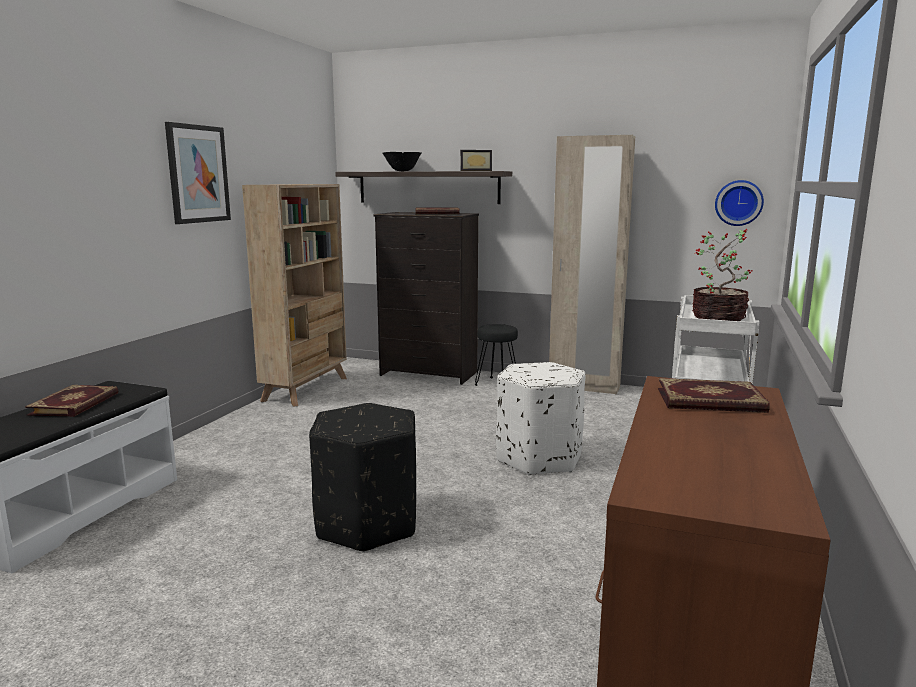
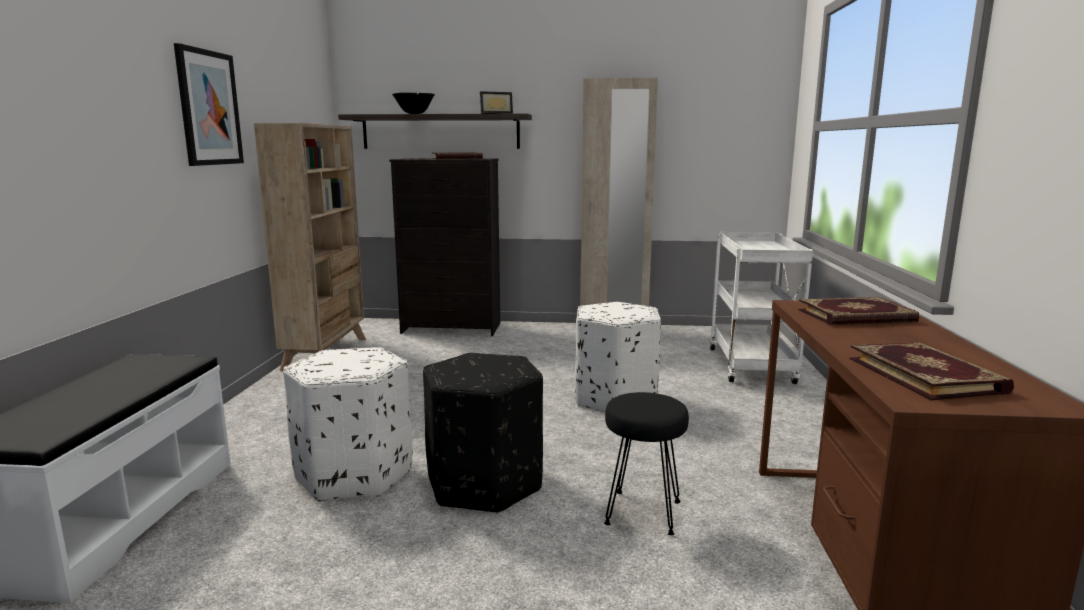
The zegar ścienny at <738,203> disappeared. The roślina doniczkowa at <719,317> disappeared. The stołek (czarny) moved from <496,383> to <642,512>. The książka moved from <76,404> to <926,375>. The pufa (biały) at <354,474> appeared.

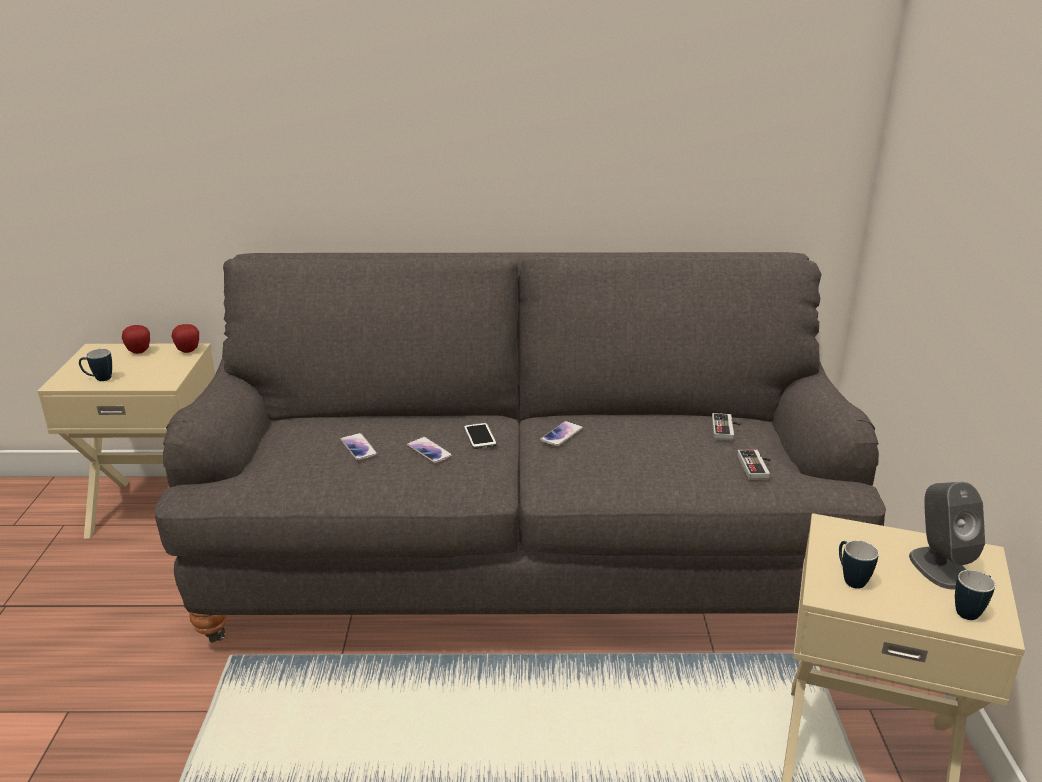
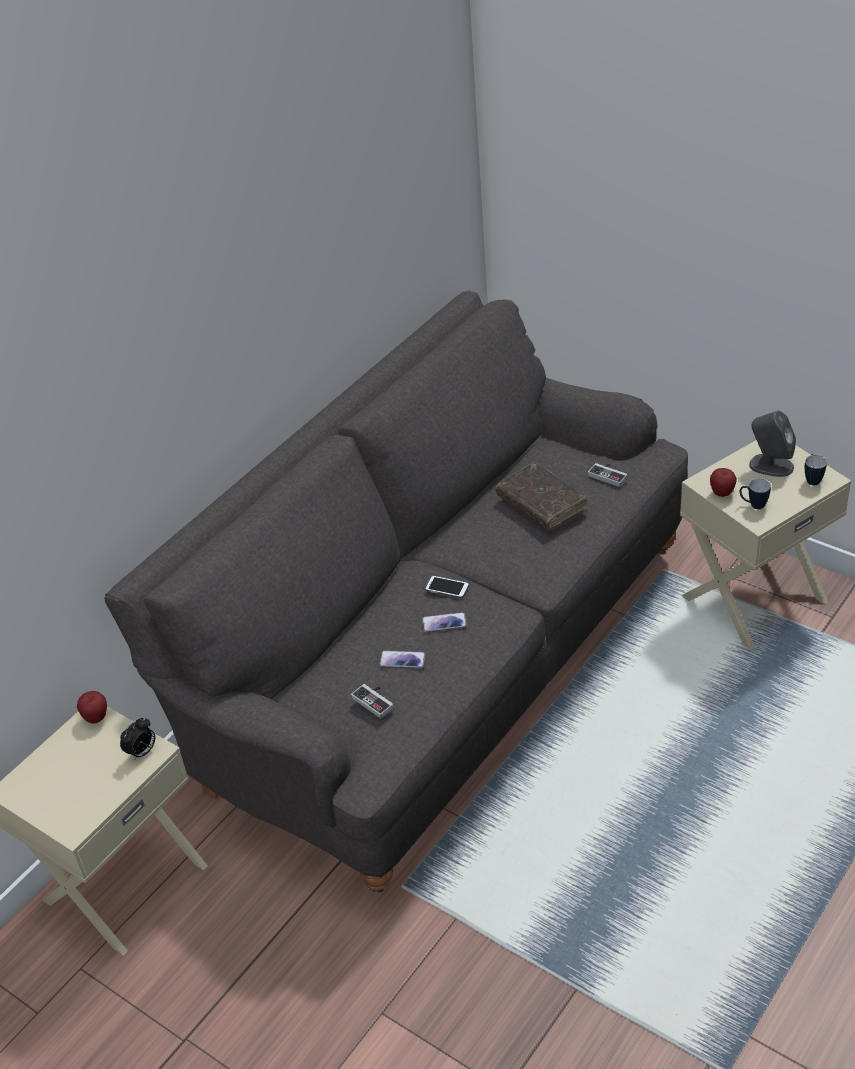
The jabłko moved from <139,352> to <722,493>. The kubek at <99,379> disappeared. The pad do gier moved from <727,430> to <375,700>. The telefon at <561,434> disappeared. The książka (brązowy) at <541,504> appeared. The budzik at <142,752> appeared.

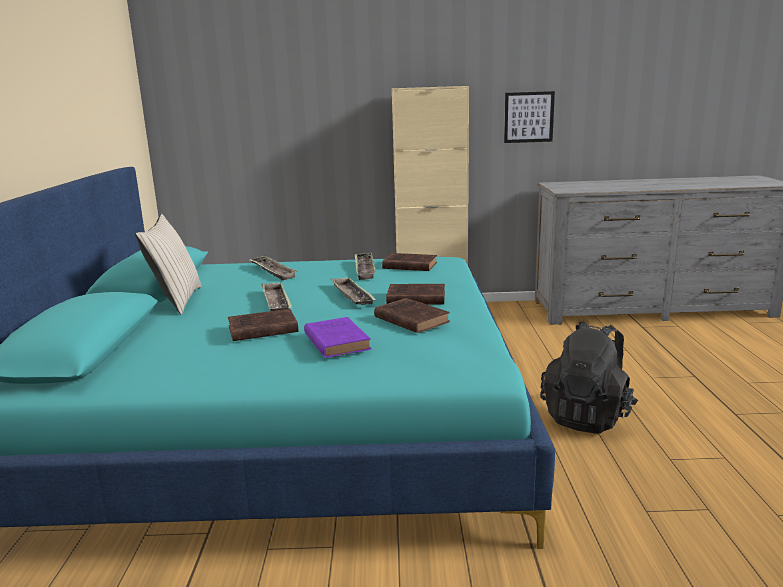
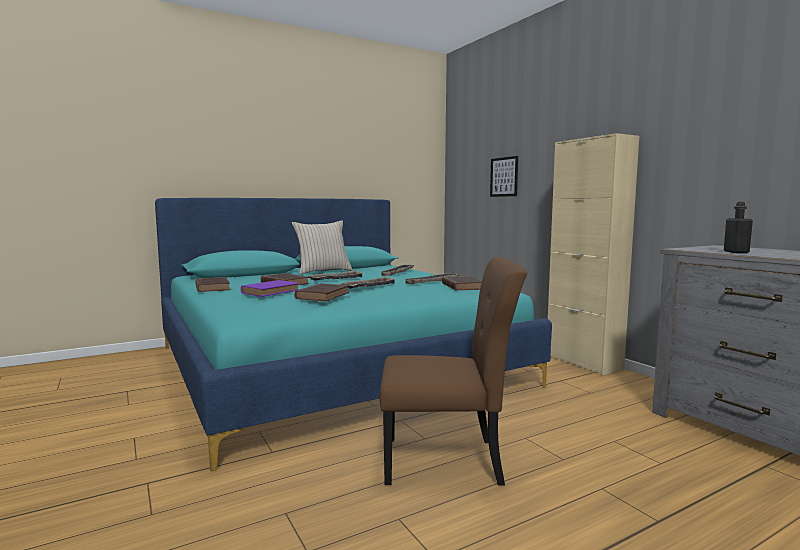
The obraz moved from <528,117> to <504,177>. The książka (brązowy) moved from <414,298> to <212,287>. The plecak (czarny) at <587,417> was replaced by the krzesło (brązowy) at <447,461>. The butelka (czarny) at <736,252> appeared.

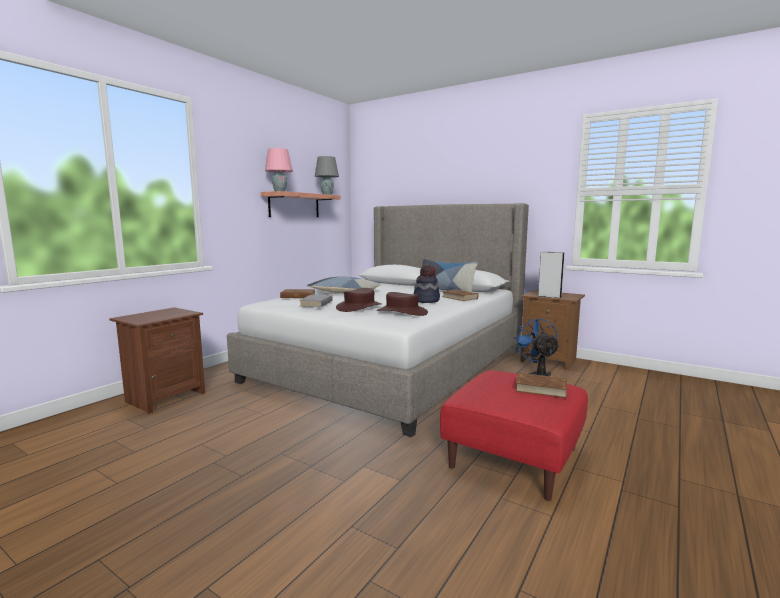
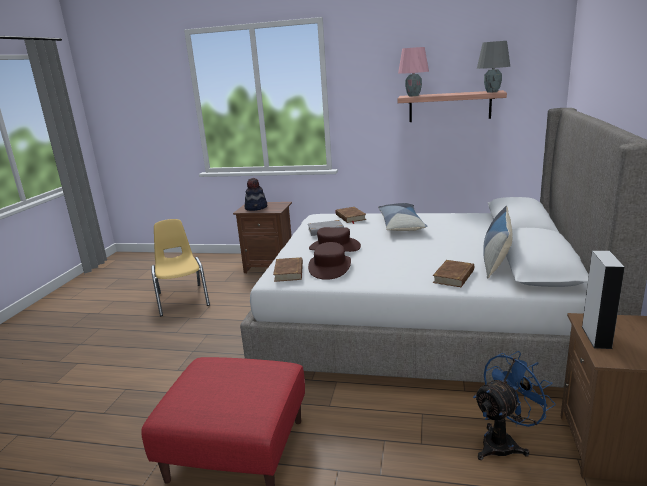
The kapelusz moved from <426,300> to <256,208>. The książka (brązowy) moved from <540,388> to <289,272>. The krzesło (żółty) at <182,299> appeared.

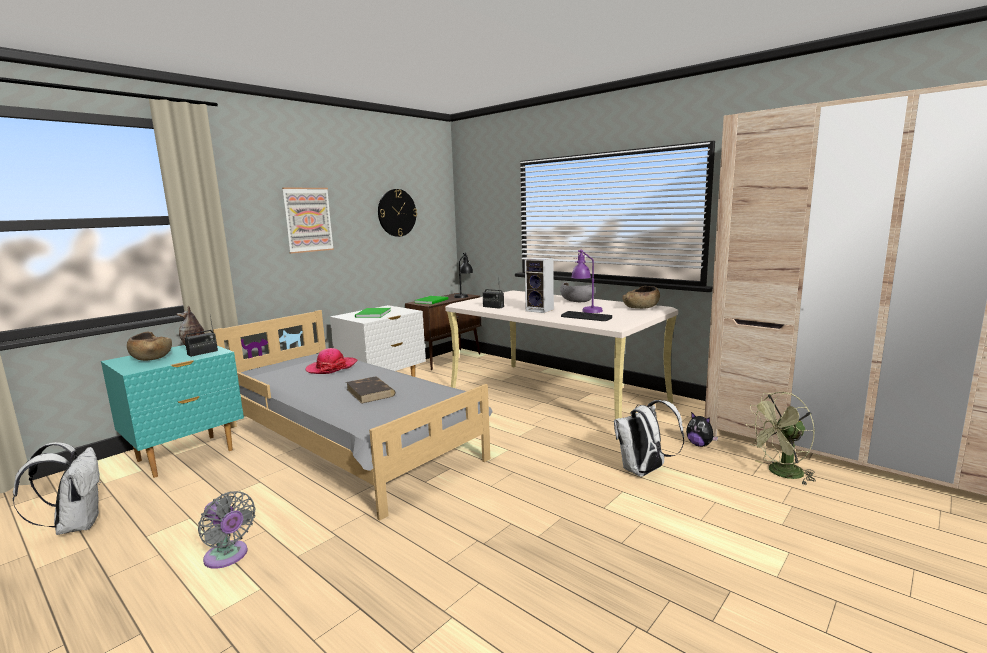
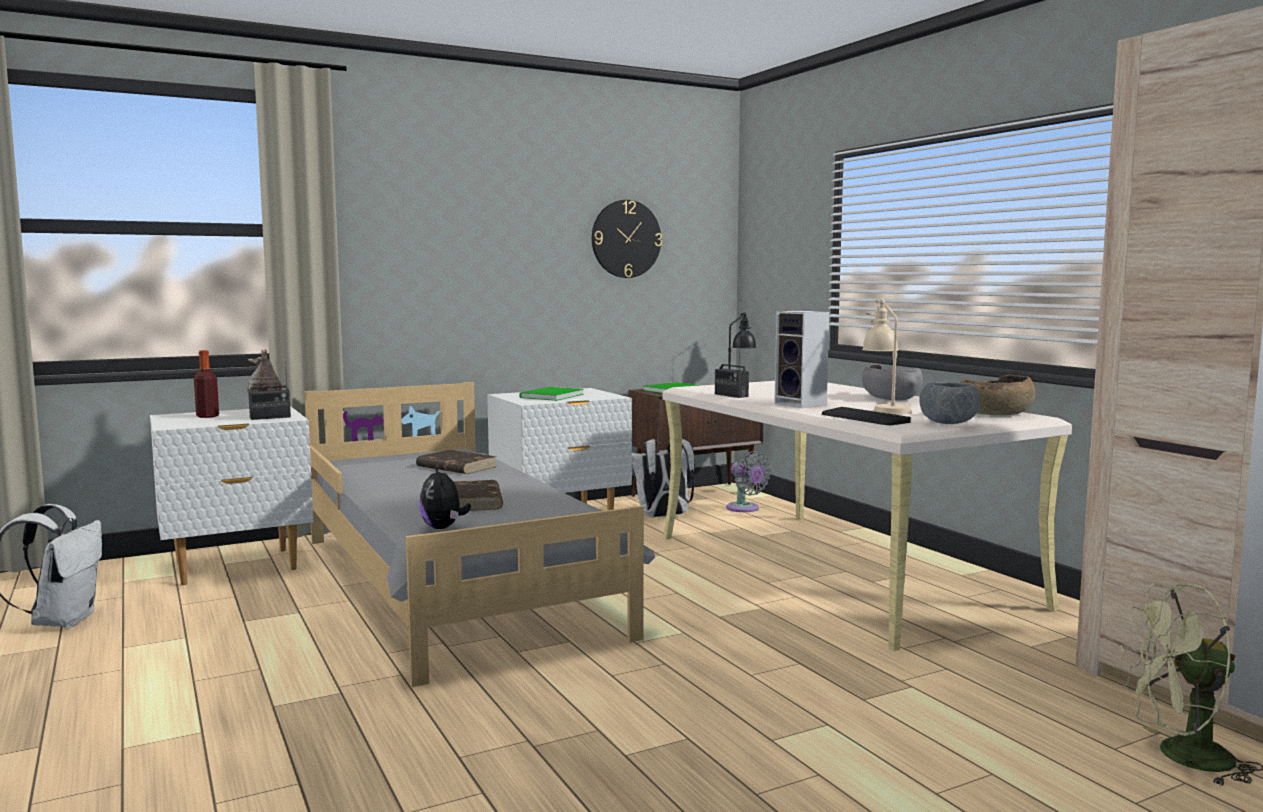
The obraz at <308,220> disappeared. The lampa stołowa (fioletowy) at <586,309> became the lampa stołowa (beżowy) at <884,409>. The miska (brązowy) at <151,357> was replaced by the butelka at <207,416>. The szafka nocna (turkusowy) at <186,456> became the szafka nocna (biały) at <236,567>. The kapelusz at <332,367> was replaced by the książka (brązowy) at <456,466>. The plecak (biały) moved from <644,472> to <663,516>. The pluszak moved from <699,445> to <443,528>. The wentylator (szary) moved from <228,557> to <745,509>. The miska (szary) at <948,423> appeared.

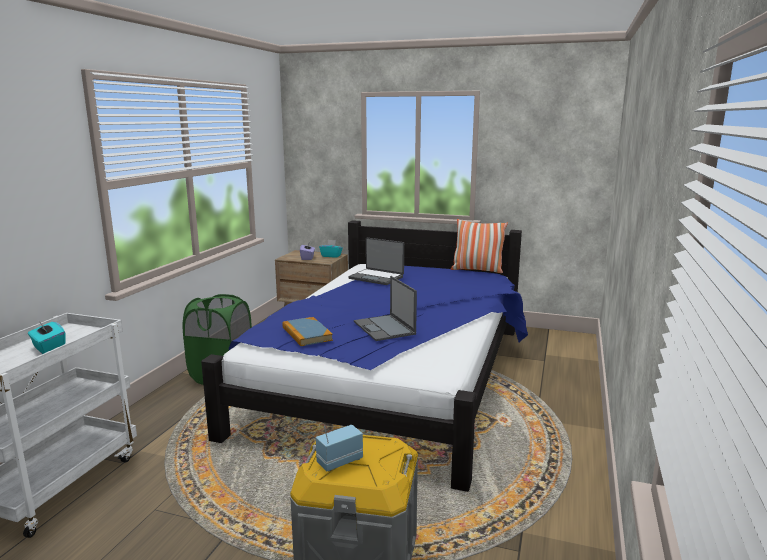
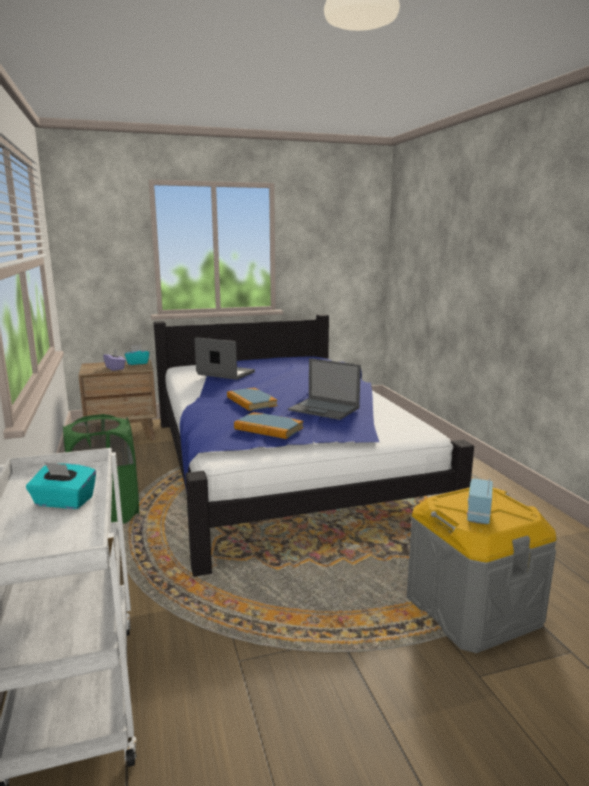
The poduszka at <477,270> disappeared. The laptop at <377,277> turned 150 degrees counterclockwise. The książka at <251,401> appeared.

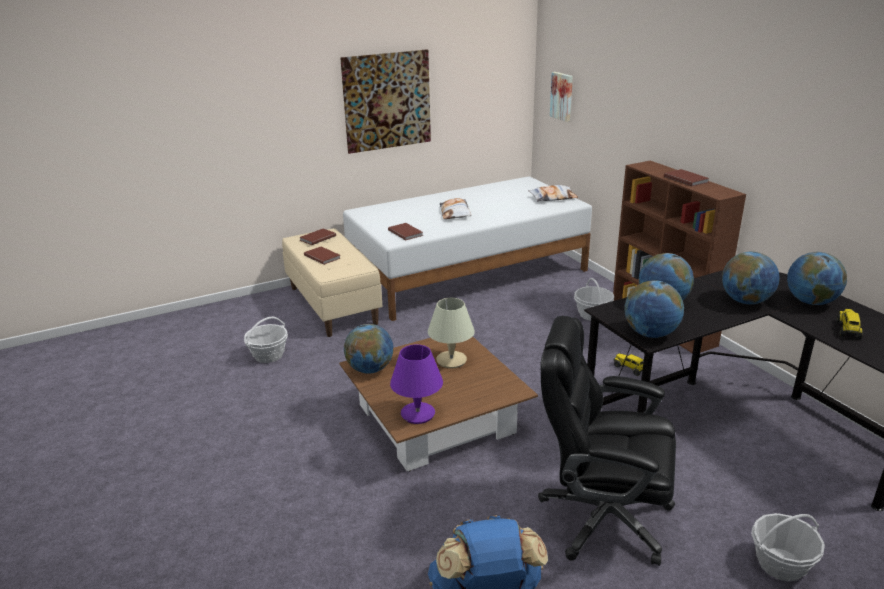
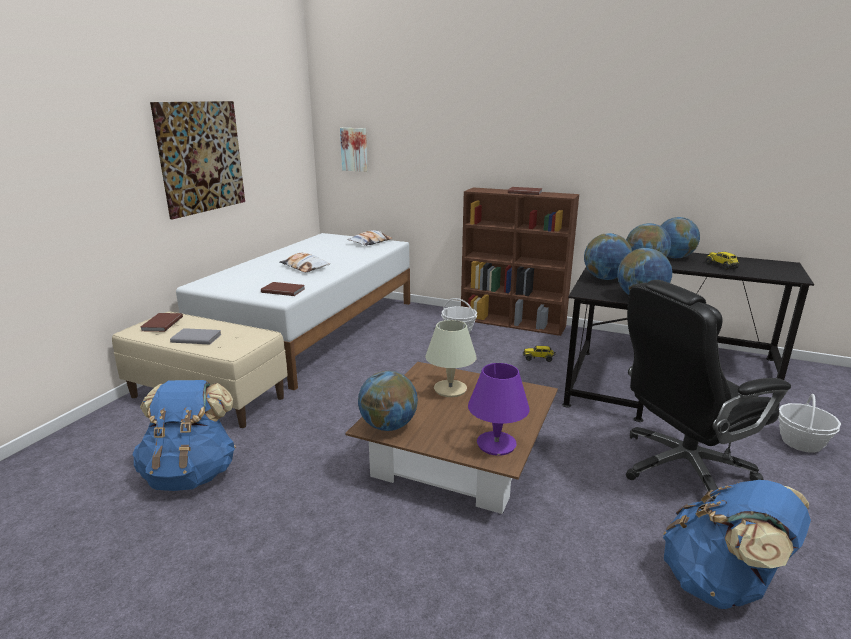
The książka (brązowy) at <322,256> became the książka (szary) at <196,338>. The koszyk at <268,355> was replaced by the plecak (niebieski) at <191,474>.

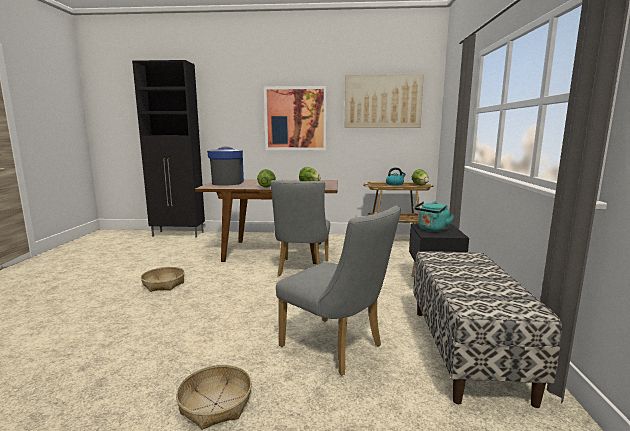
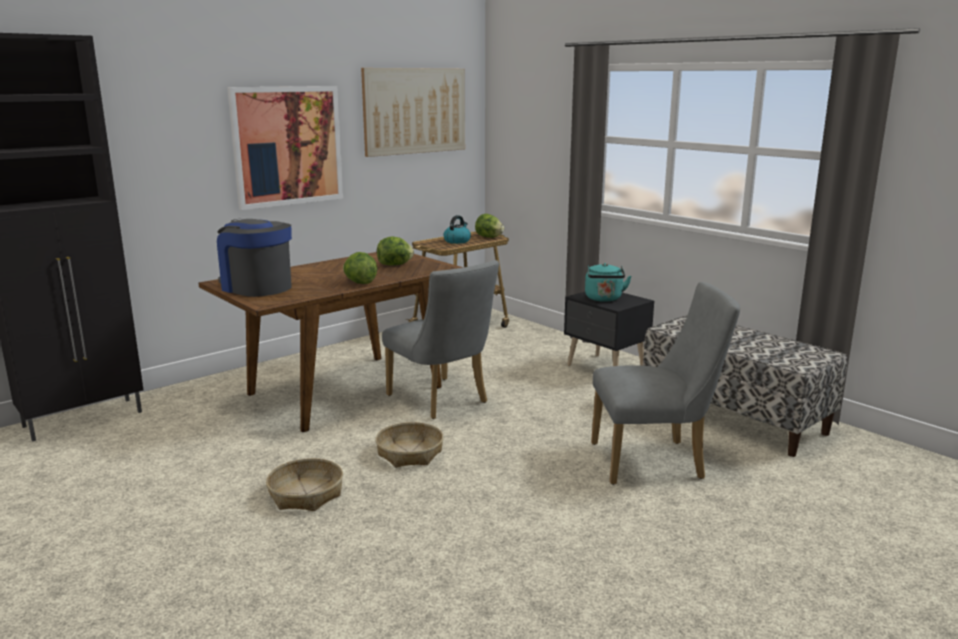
The koszyk moved from <215,404> to <409,453>.

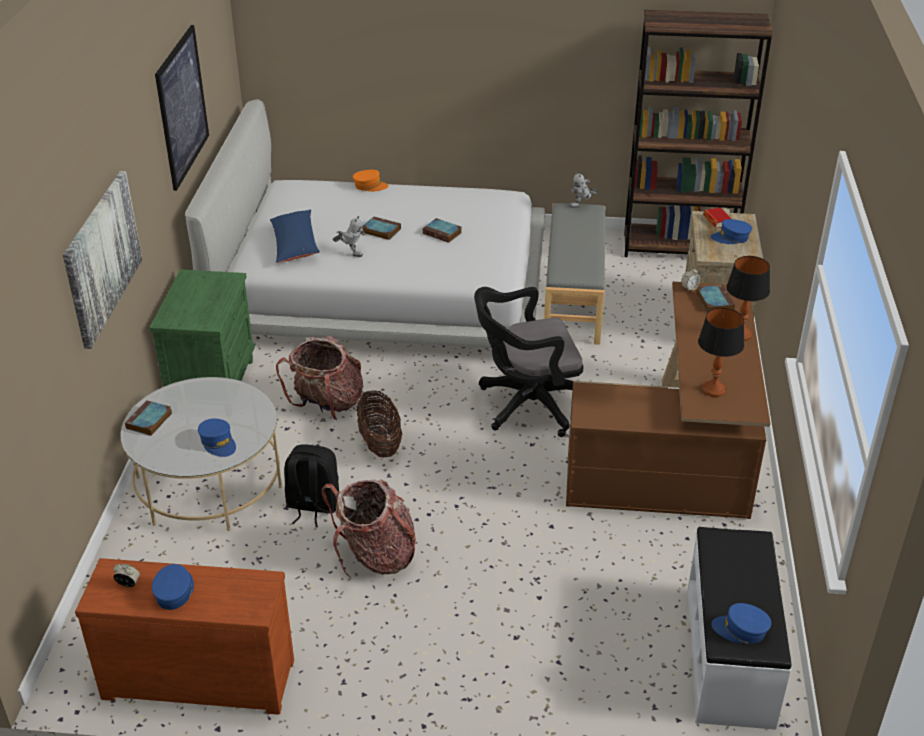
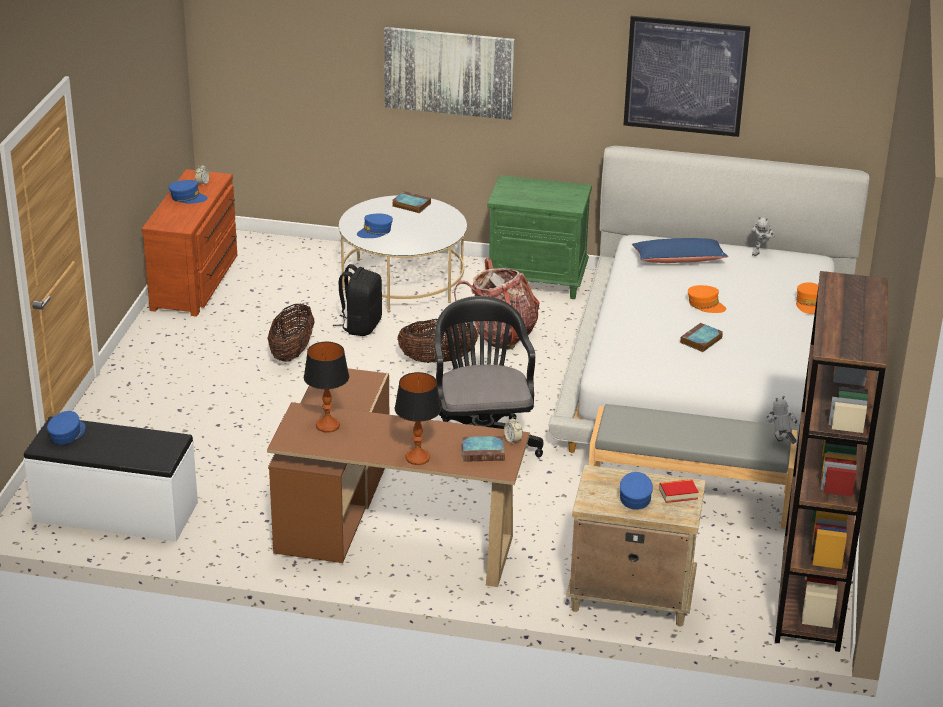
The robot zabawkowy moved from <351,253> to <760,252>. The książka at <380,230> was replaced by the czapka z daszkiem (pomarańczowy) at <705,305>. The plecak at <375,556> was replaced by the koszyk at <292,352>.

